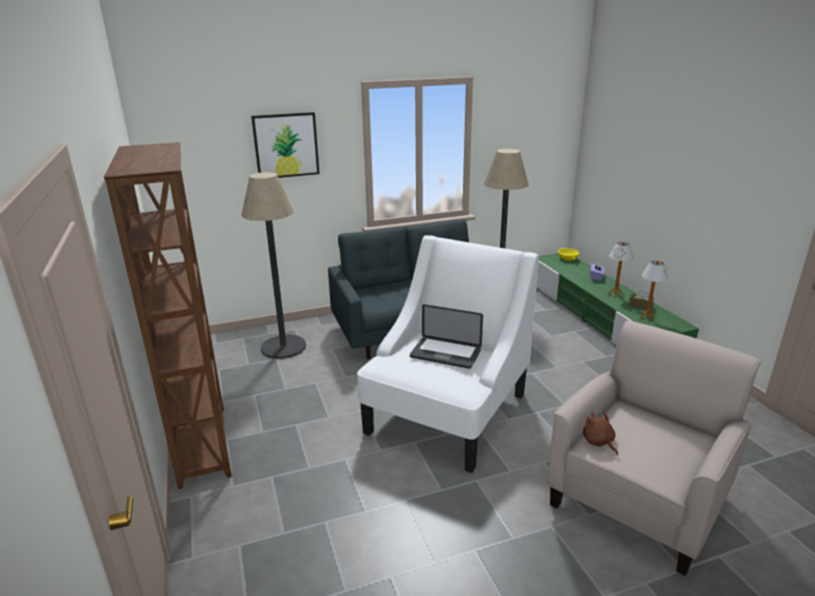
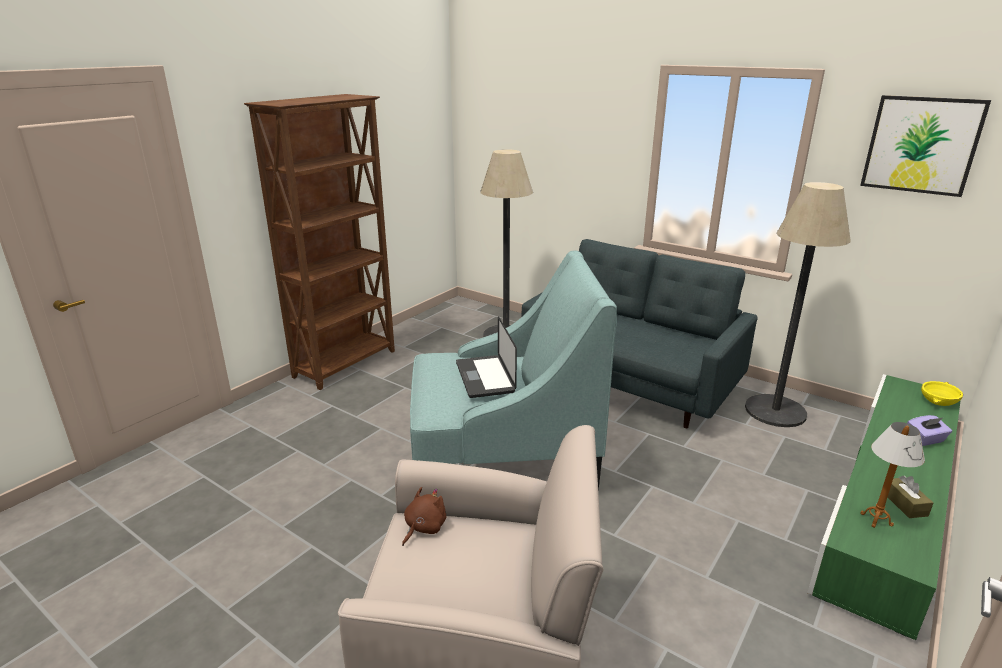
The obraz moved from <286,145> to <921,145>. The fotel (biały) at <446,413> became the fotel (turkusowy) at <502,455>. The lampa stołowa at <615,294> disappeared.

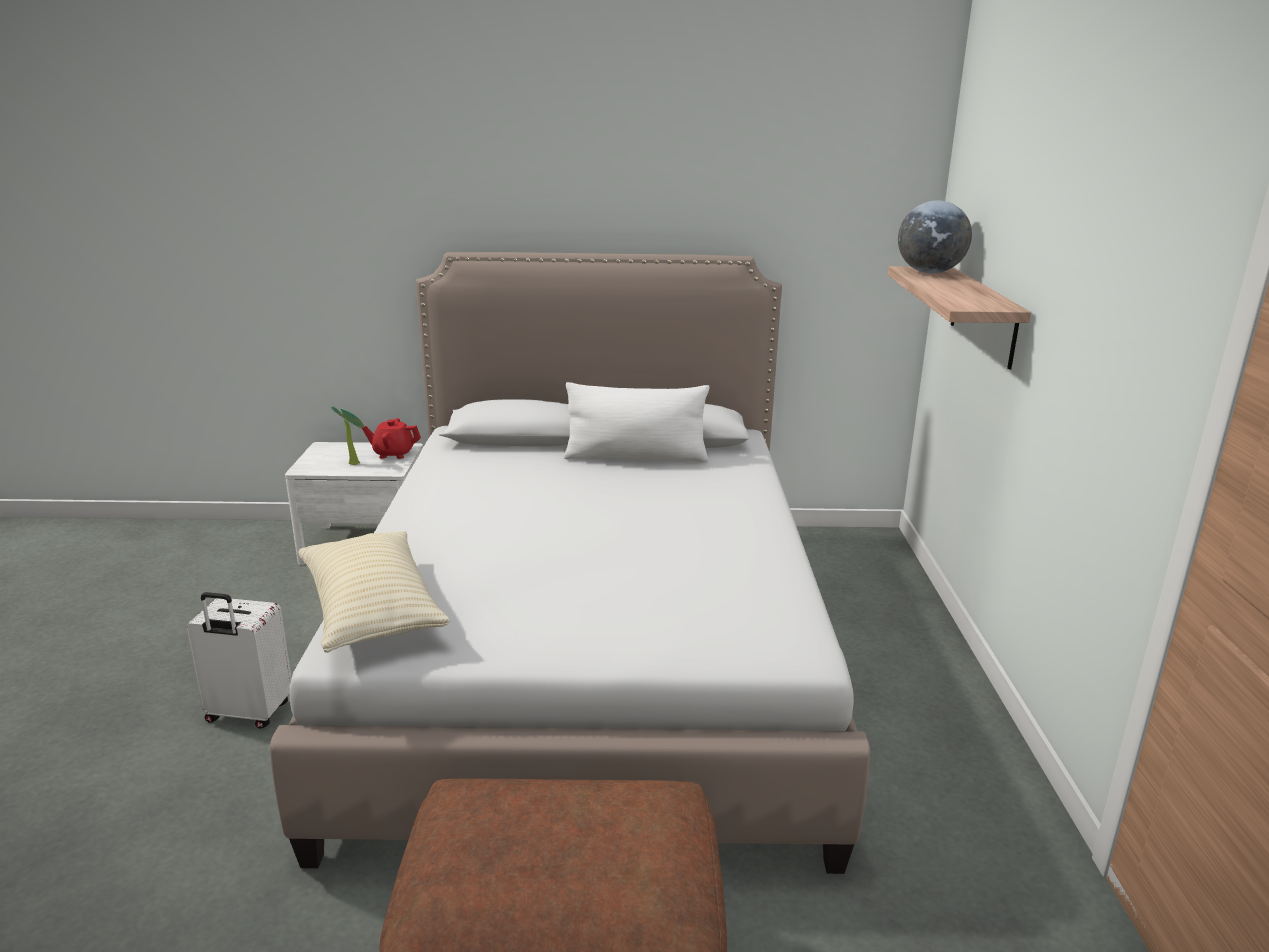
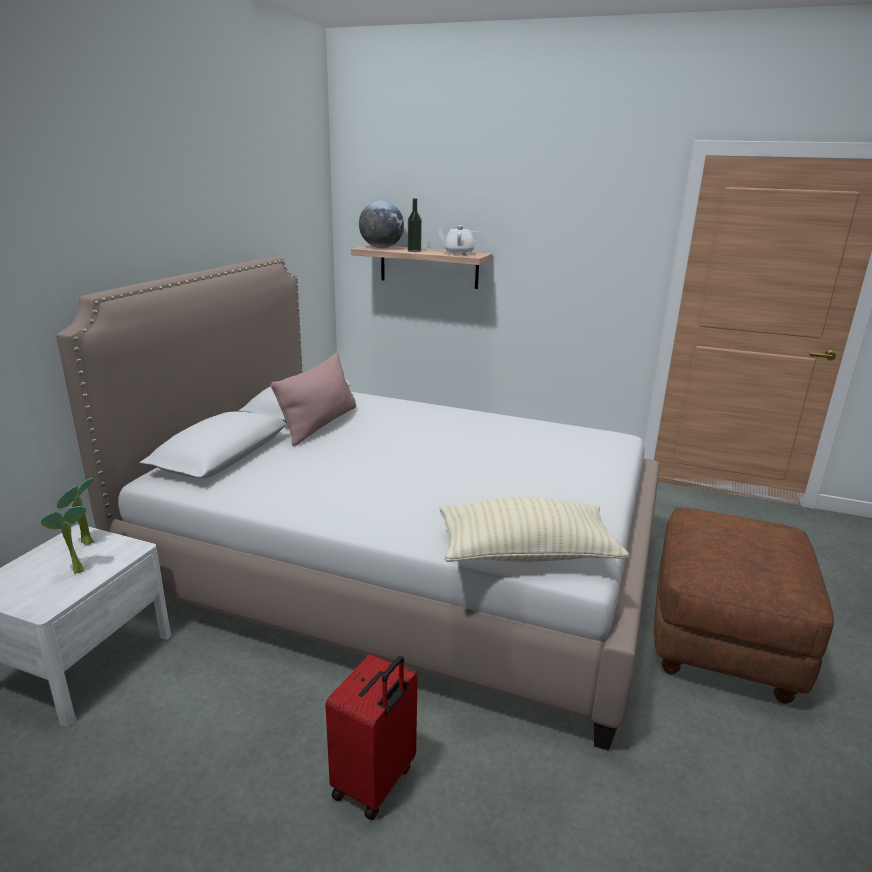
The poduszka (biały) at <636,457> became the poduszka (różowy) at <320,424>. The imbryk (czerwony) at <393,454> was replaced by the roślina doniczkowa at <84,543>. The walizka (biały) at <248,713> became the walizka (czerwony) at <375,783>. The butelka at <414,251> appeared. The imbryk (biały) at <458,254> appeared.

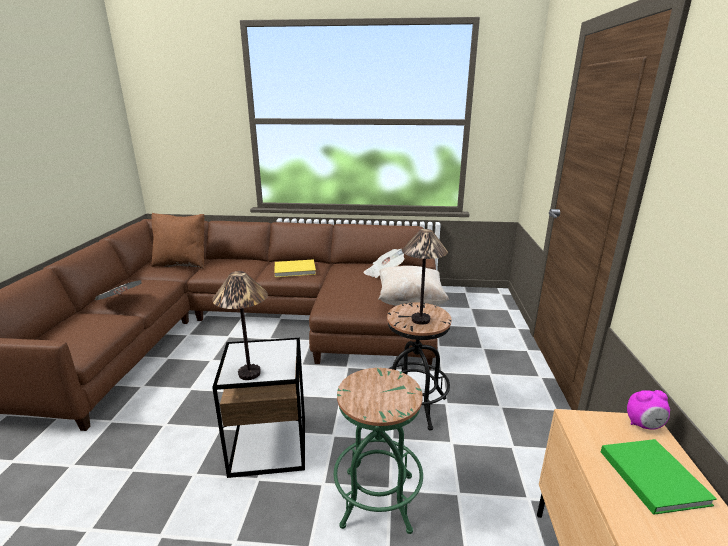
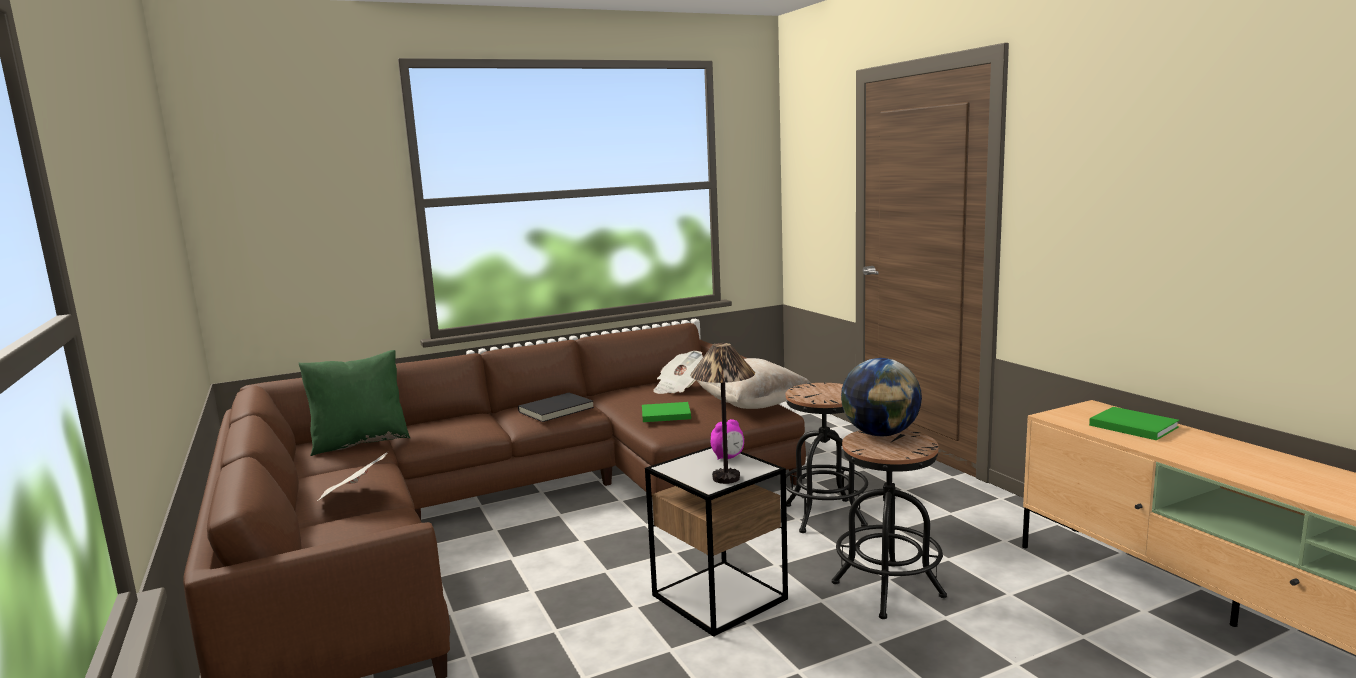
The poduszka (brązowy) at <182,264> became the poduszka (zielony) at <360,442>. The lampa stołowa at <420,319> disappeared. The książka (żółty) at <295,270> became the książka (czarny) at <557,410>. The stołek (zielony) at <377,499> became the stołek (czarny) at <887,590>. The budzik moved from <643,425> to <728,457>. The globus at <880,434> appeared. The książka (zielony) at <664,414> appeared.

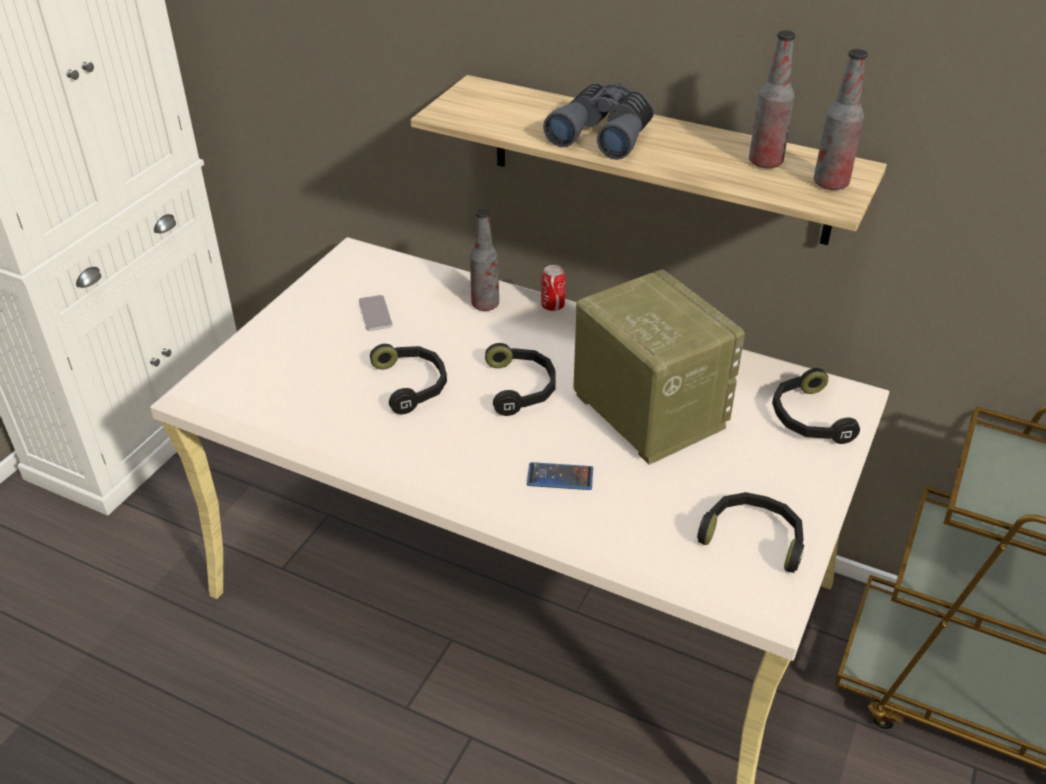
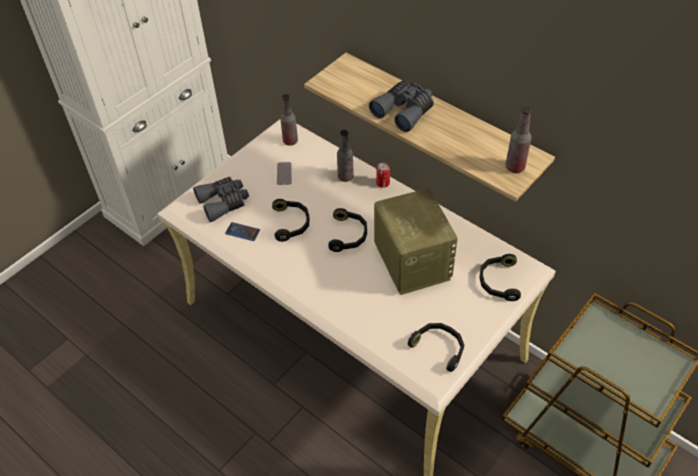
The butelka moved from <765,162> to <290,141>. The telefon moved from <560,477> to <242,232>. The lornetka (szary) at <223,202> appeared.

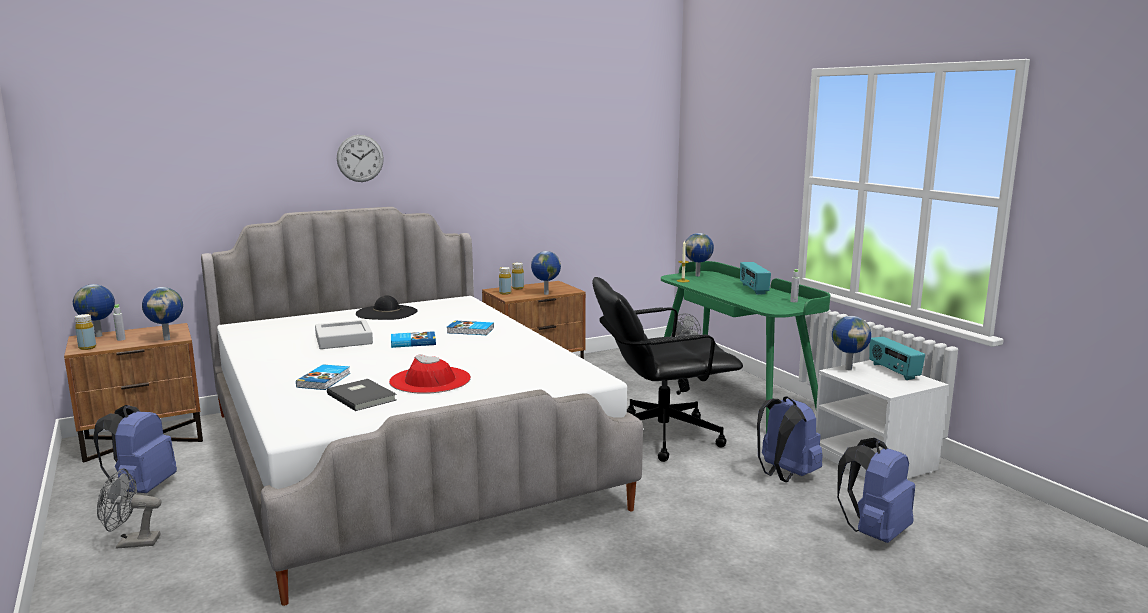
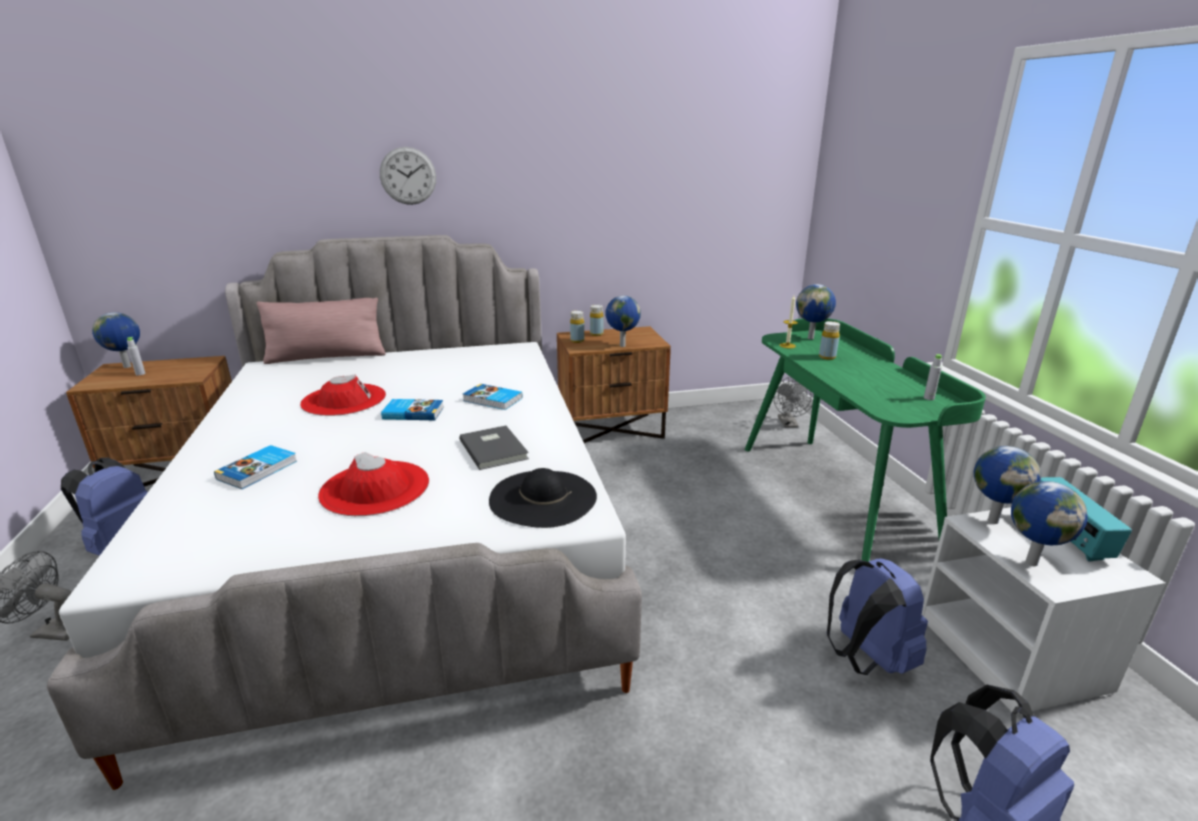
The radio at <753,289> disappeared. The krzesło biurowe (czarny) at <660,436> disappeared. The globus moved from <167,339> to <1030,562>. The kapelusz (czarny) moved from <386,313> to <543,498>. The butelka (żółty) moved from <87,347> to <827,357>. The taca (szary) at <343,340> was replaced by the kapelusz (czerwony) at <344,400>. The książka (szary) moved from <362,396> to <495,449>. The poduszka (różowy) at <327,357> appeared.

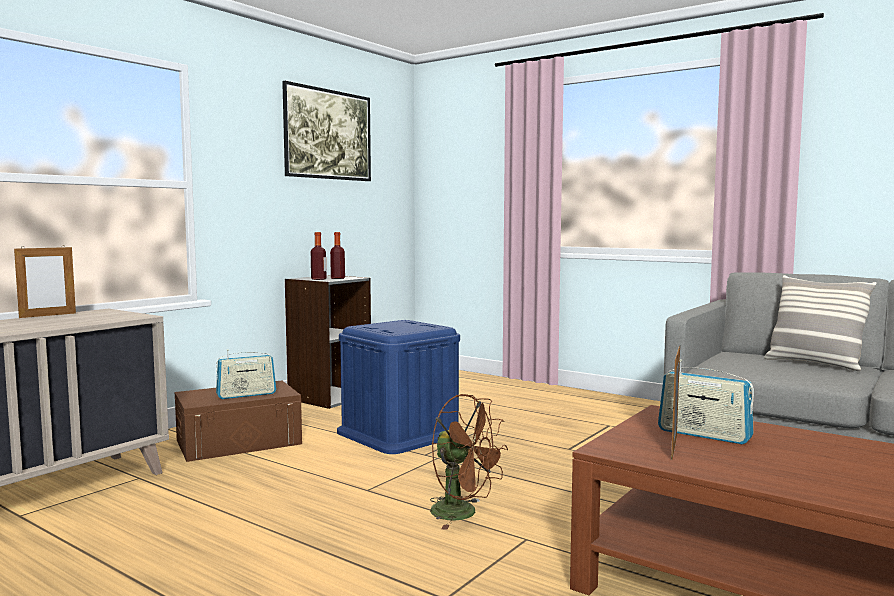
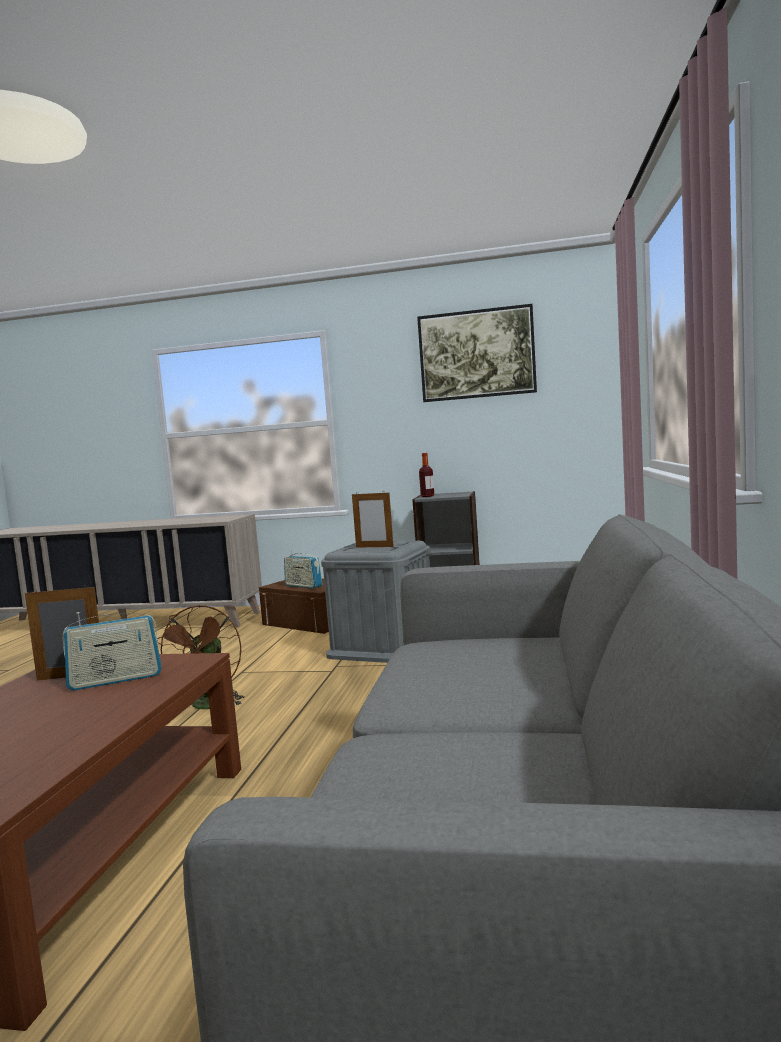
The butelka at <338,278> disappeared. The ramka na zdjęcie moved from <48,315> to <374,547>. The poduszka at <814,364> disappeared. The pojemnik do przechowywania (niebieski) at <400,433> became the pojemnik do przechowywania (szary) at <384,646>. The radio at <704,435> turned 120 degrees counterclockwise.

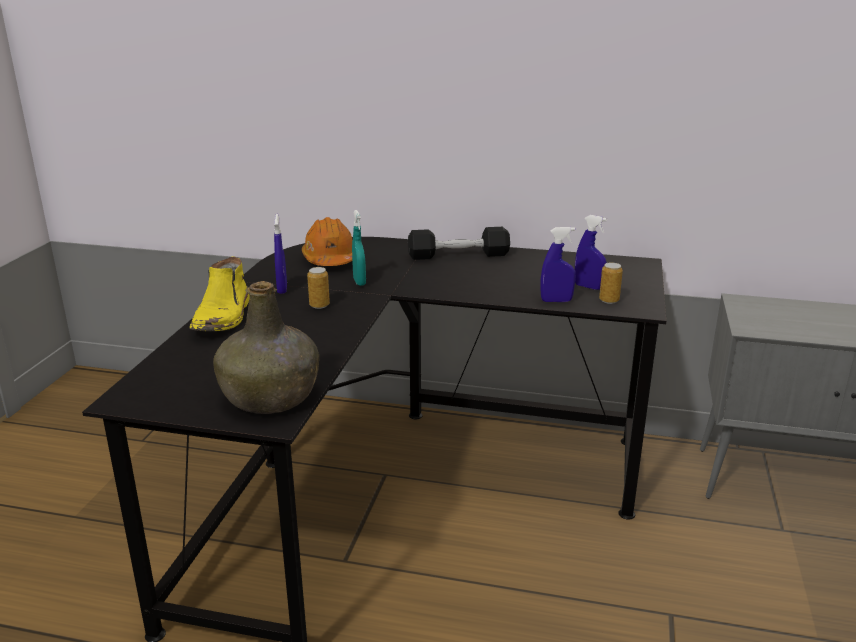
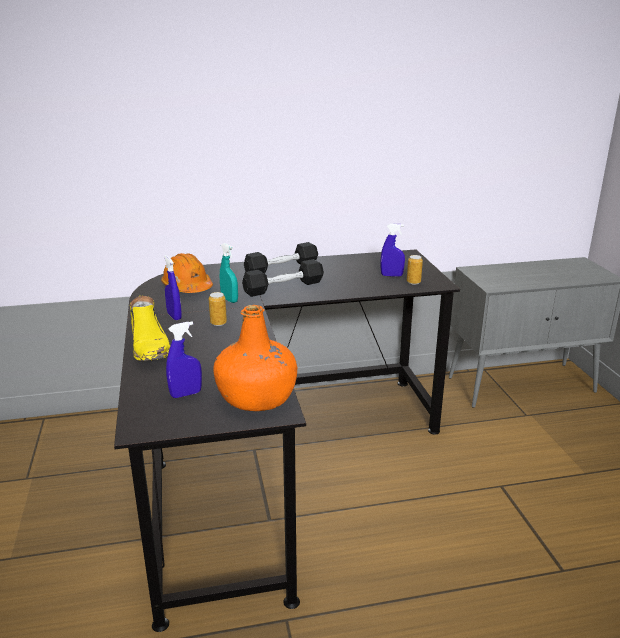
The spryskiwacz (niebieski) moved from <556,301> to <186,394>. The butelka (zielony) at <271,396> became the butelka (pomarańczowy) at <257,396>. The hantel (czarny) at <283,287> appeared.

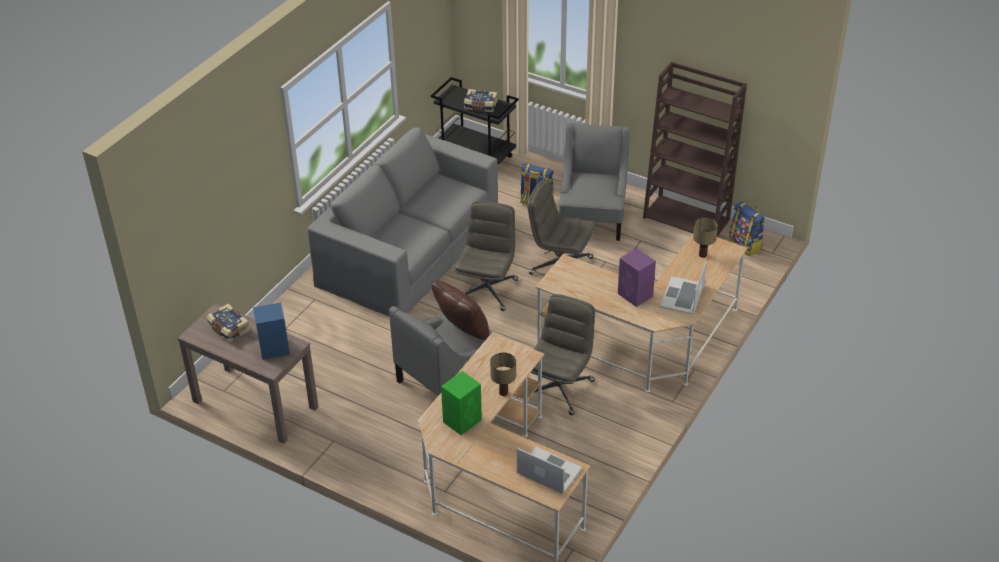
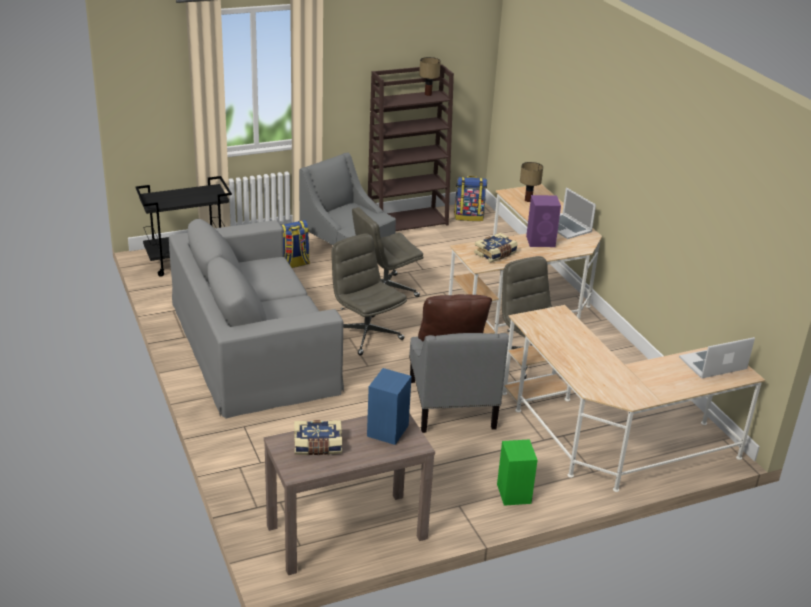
The książka moved from <480,106> to <496,254>. The lampa stołowa moved from <503,392> to <427,94>. The głośnik (zielony) moved from <463,420> to <513,493>.

